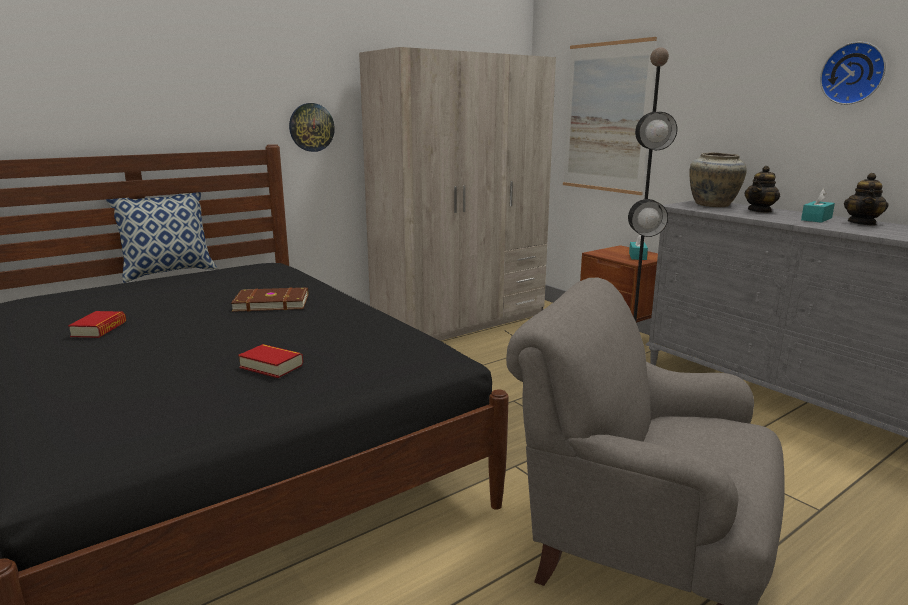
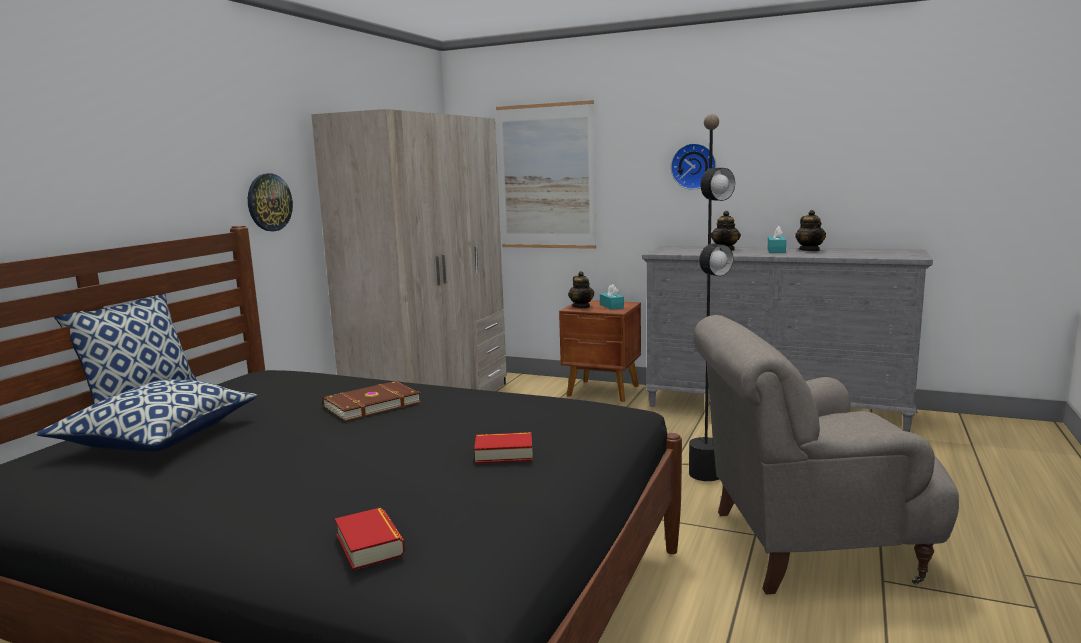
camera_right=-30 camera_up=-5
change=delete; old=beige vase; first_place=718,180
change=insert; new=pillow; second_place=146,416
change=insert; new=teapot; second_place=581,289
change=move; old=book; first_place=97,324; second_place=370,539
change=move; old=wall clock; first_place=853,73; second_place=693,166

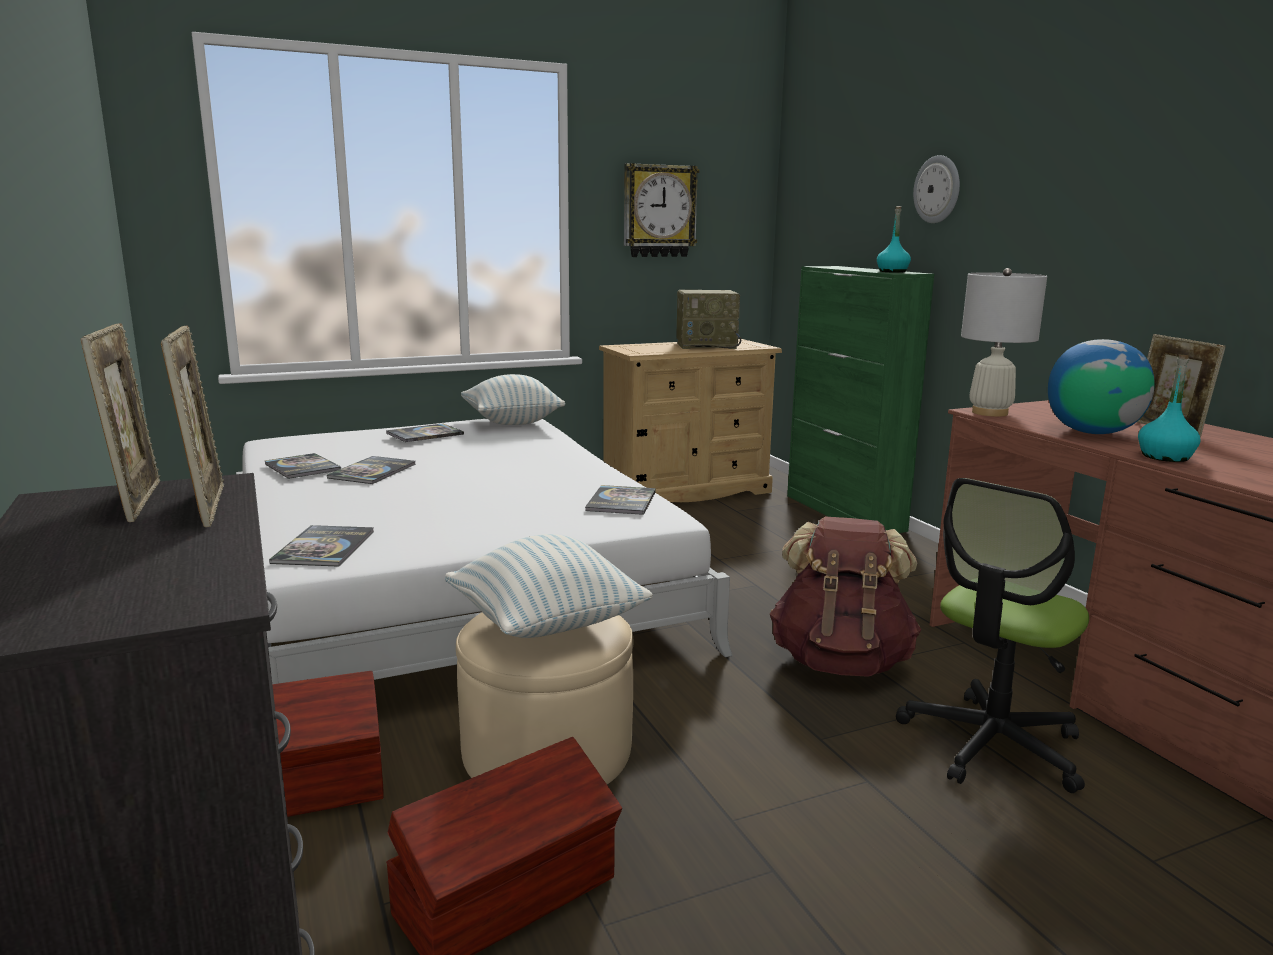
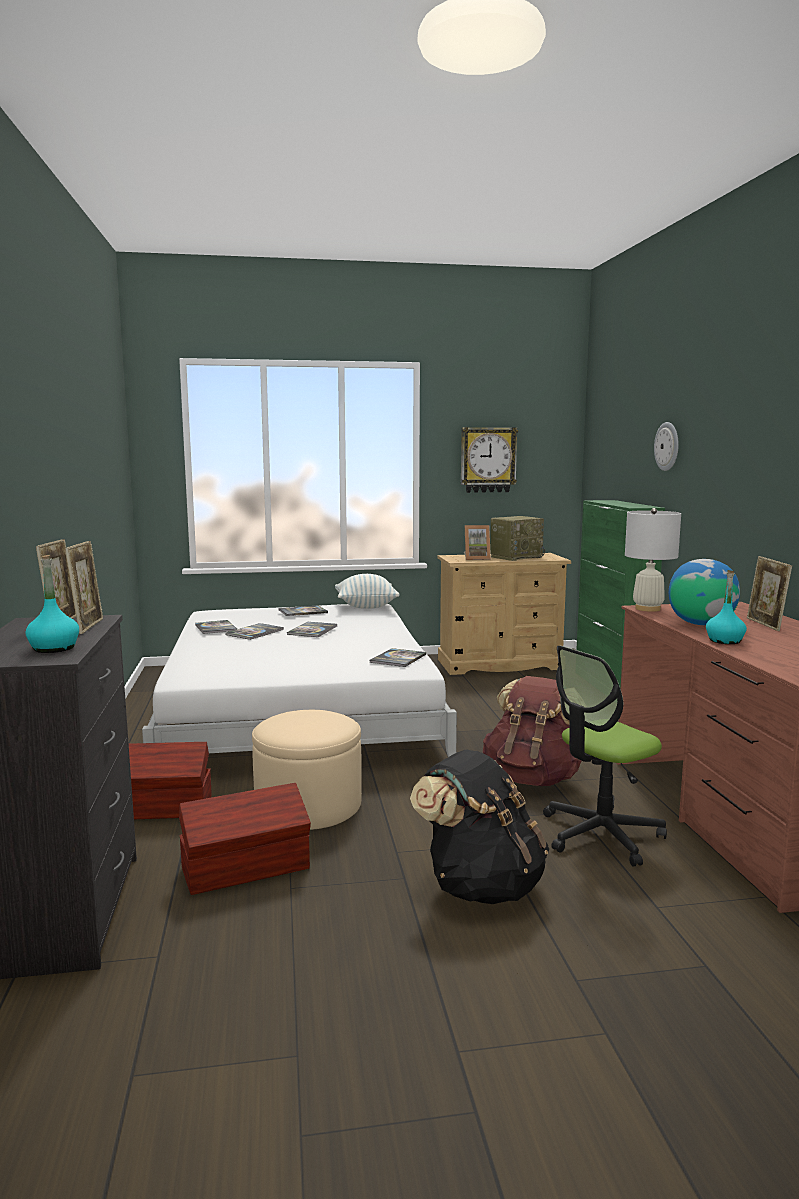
camera_right=15 camera_up=-5
change=delete; old=pillow; first_place=549,586
change=insert; new=black backpack; second_place=479,826
change=insert; new=picture frame; second_place=477,542
change=move; old=book; first_place=321,546; second_place=312,629
change=move; old=turquoise bottle; first_place=894,239; second_place=52,604
change=rotate; old=radio; first_place=708,319; second_place=517,538; degrees=-45

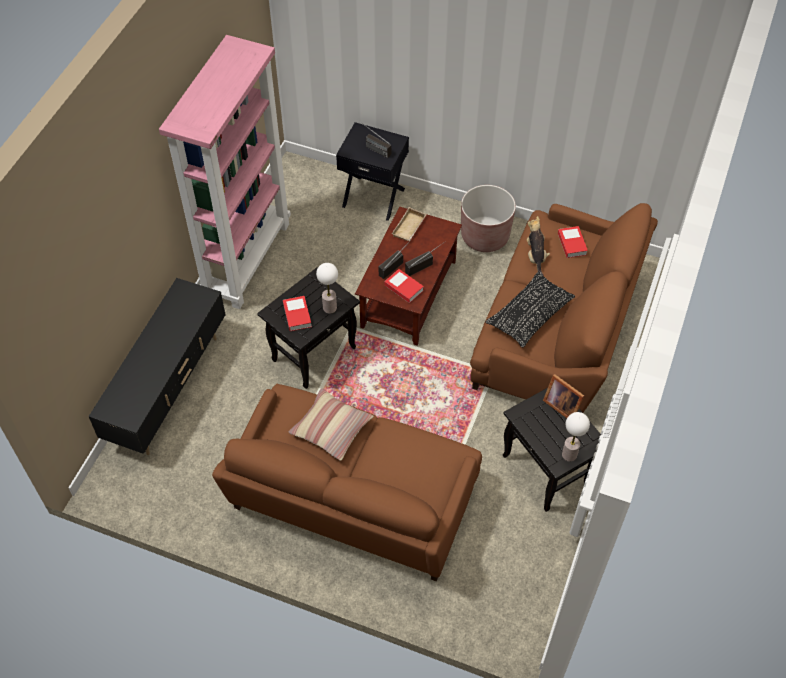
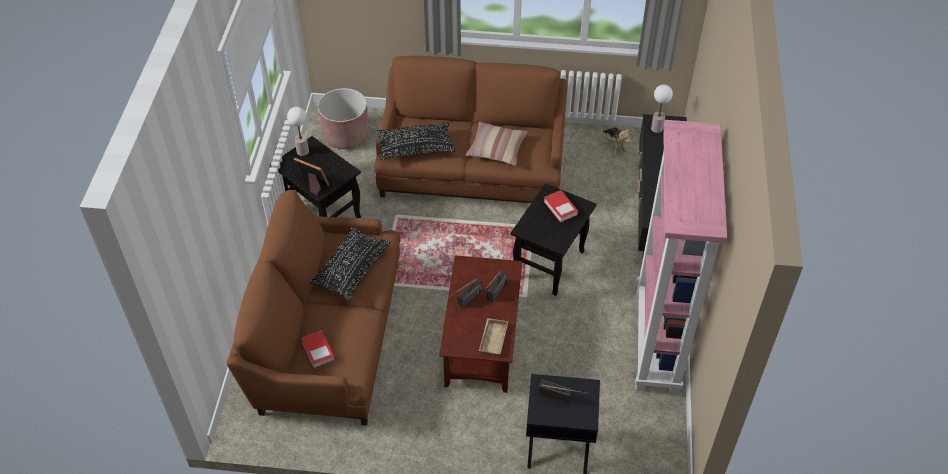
camera_right=165 camera_up=-5
change=delete; old=book; first_place=404,286
change=insert; new=black pillow; second_place=415,141
change=move; old=table lamp; first_place=327,288; second_place=662,109
change=move; old=brown planter; first_place=488,218; second_place=343,118
change=move; old=plush toy; first_place=538,245; second_place=616,140

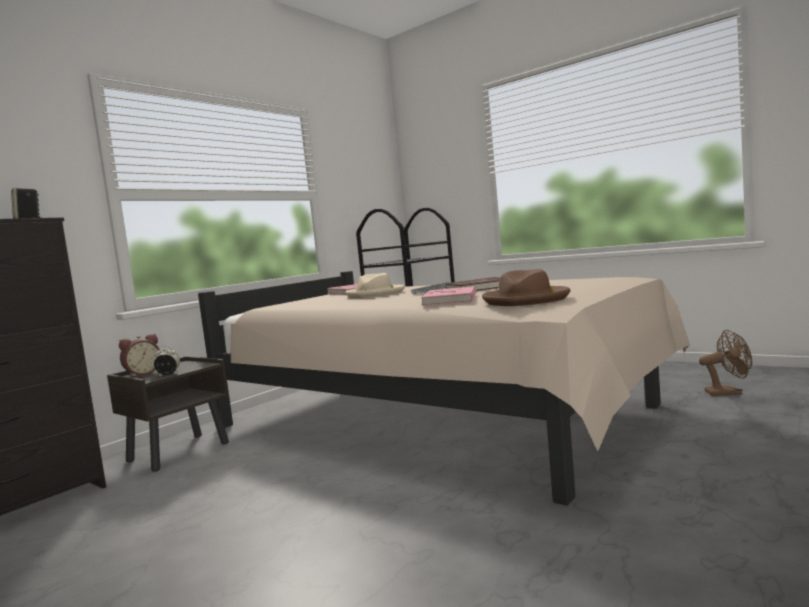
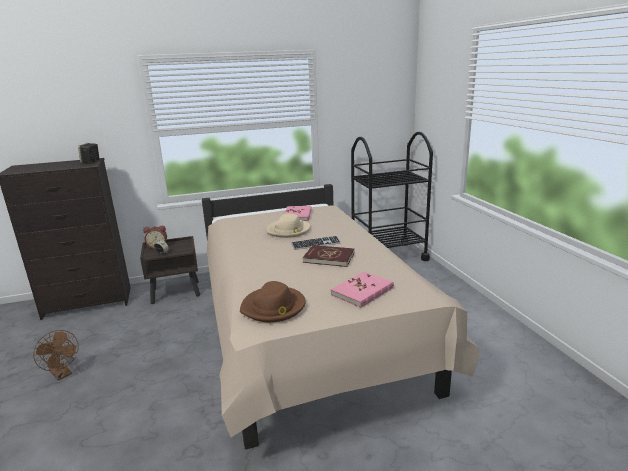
camera_right=35 camera_up=15
change=move; old=pink book; first_place=448,296; second_place=362,290
change=move; old=brown fan; first_place=725,362; second_place=56,355

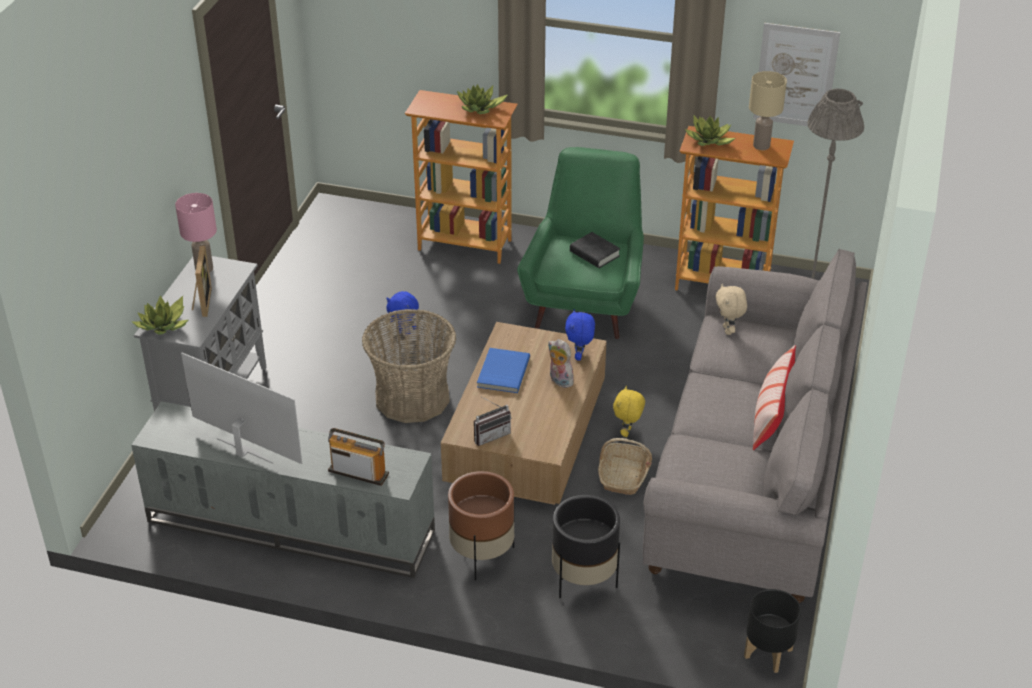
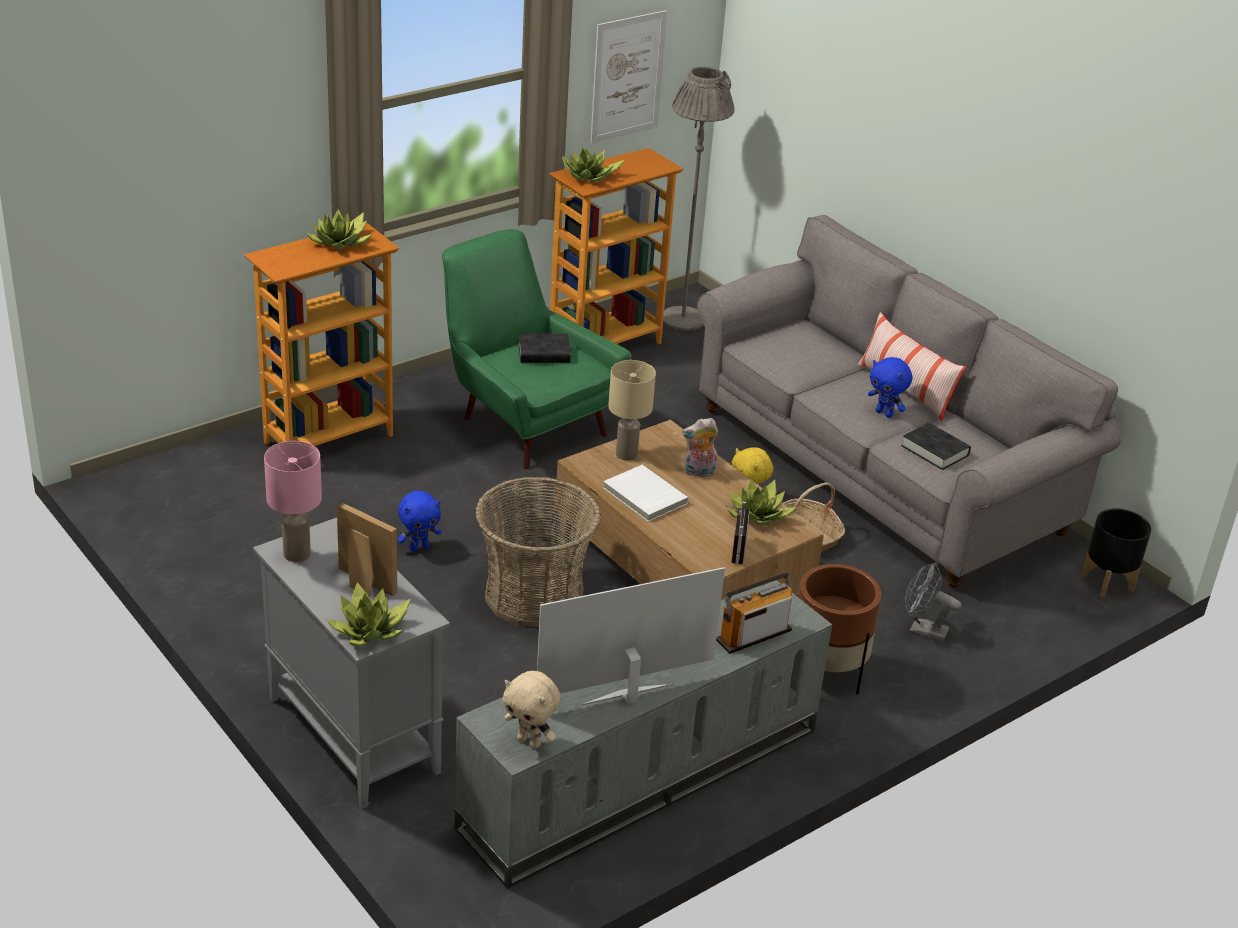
camera_right=-55 camera_up=-5
change=insert; new=potted plant; second_place=762,502
change=insert; new=black book; second_place=936,446
change=move; old=blue plush toy; first_place=580,335; second_place=890,387
change=move; old=beige plush toy; first_place=731,309; second_place=531,709
change=move; old=beige table lamp; first_place=768,110; second_place=632,410
change=replace; old=black planter; new=grey fan; first_place=586,546; second_place=933,602
change=recolor; old=blue book; new=white book; first_place=503,370; second_place=646,493

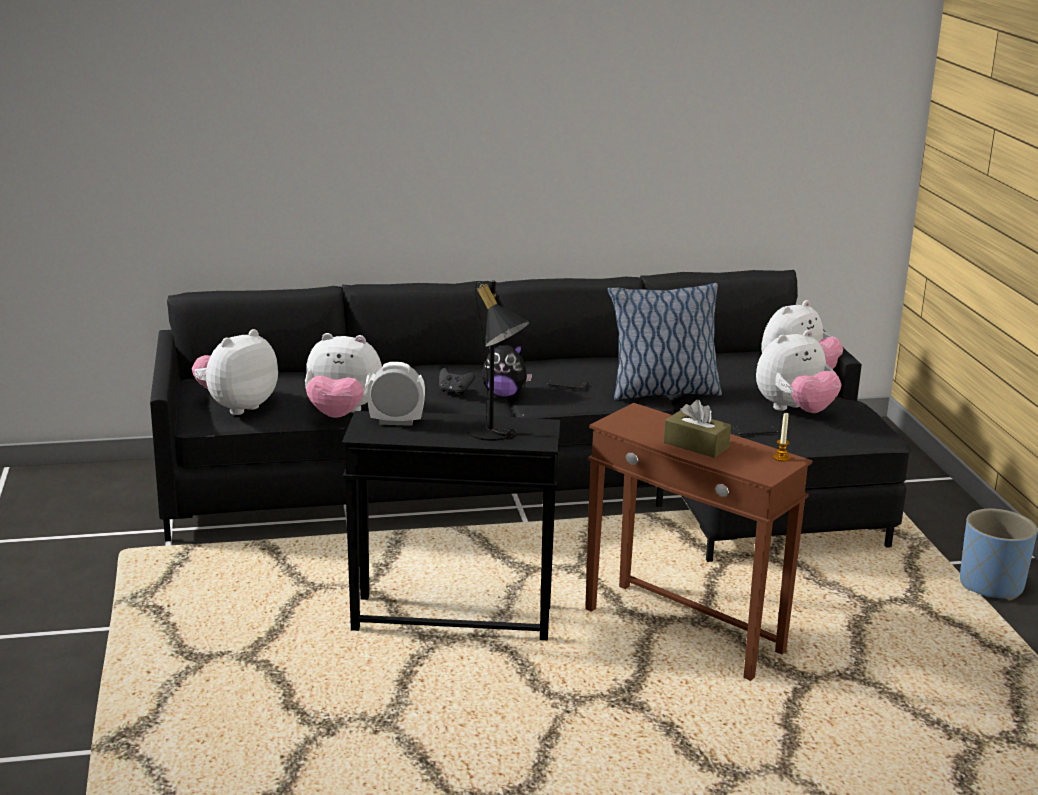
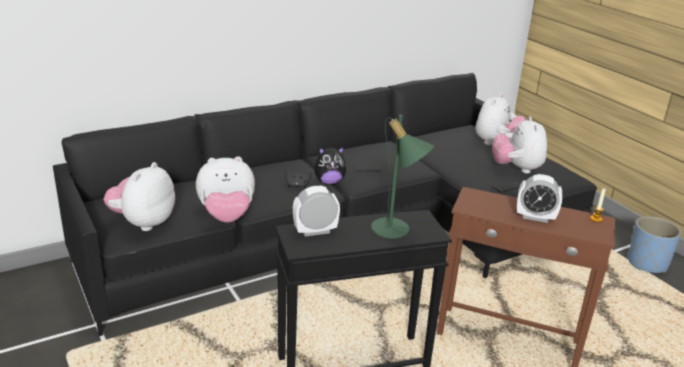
camera_right=-20 camera_up=5
change=delete; old=pillow; first_place=664,342
change=replace; old=brown tissue box; new=alarm clock; first_place=697,429; second_place=539,198
change=recolor; old=black table lamp; new=green table lamp; first_place=498,360; second_place=402,176
change=rotate; old=plush toy; first_place=798,371; second_place=519,145; degrees=135

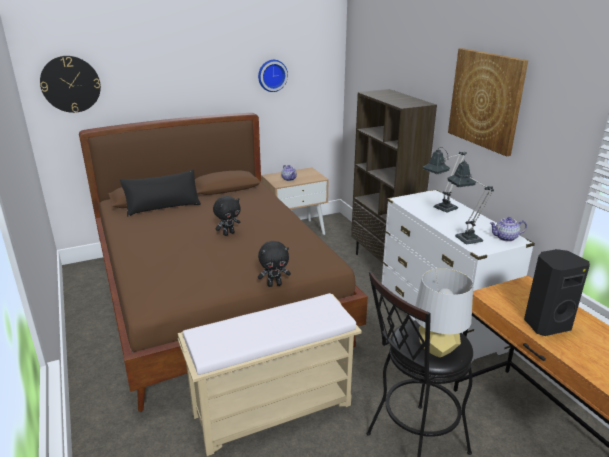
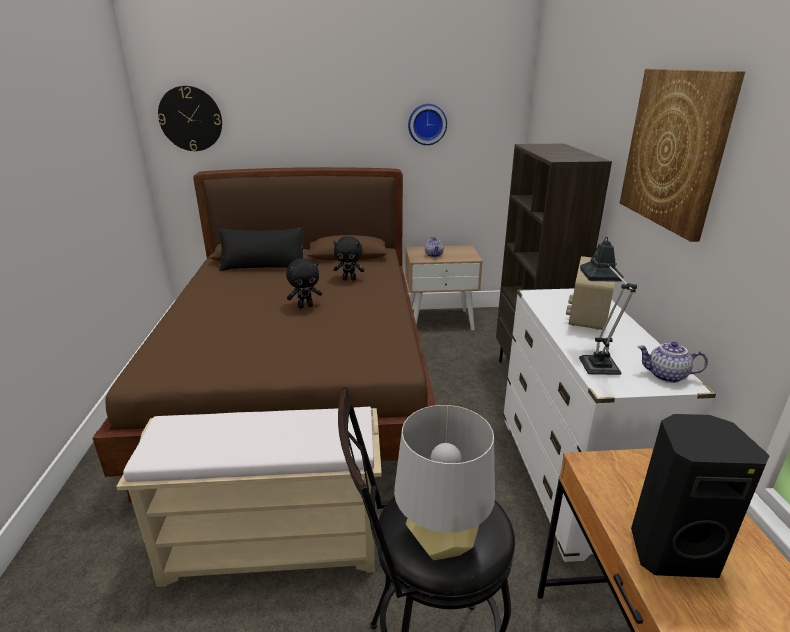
camera_right=20 camera_up=0
change=move; old=black plush toy; first_place=274,264; second_place=348,258
change=replace; old=table lamp; new=radio; first_place=445,180; second_place=591,293

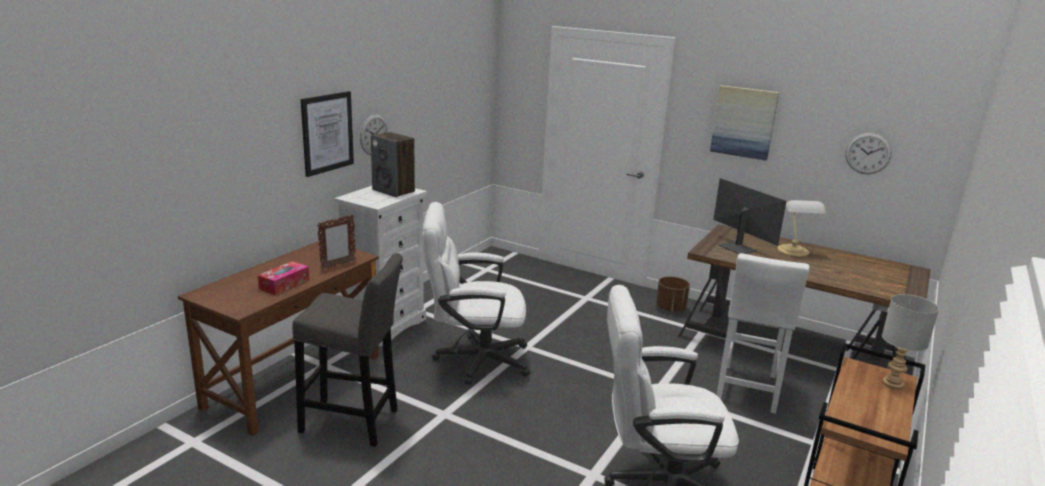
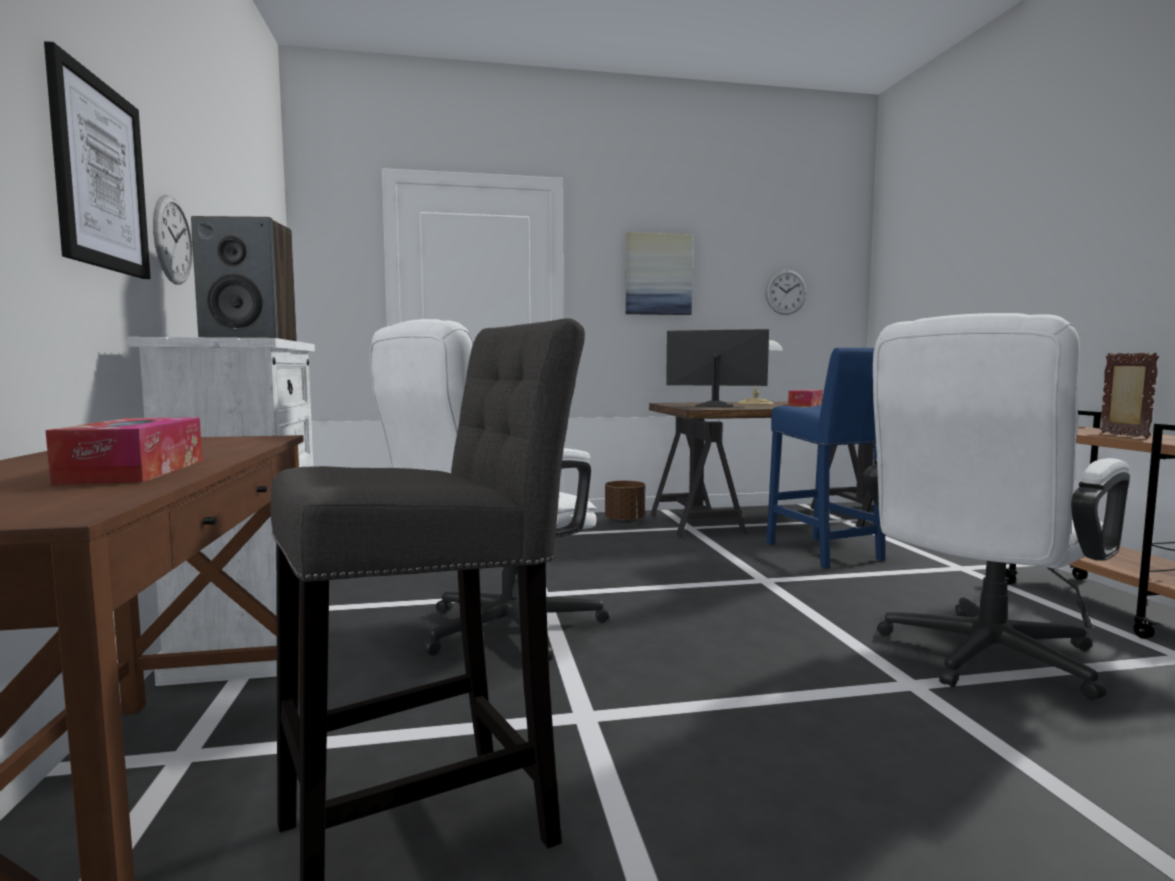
camera_right=-40 camera_up=-15
change=delete; old=grey table lamp; first_place=910,341
change=insert; new=tissue box; second_place=805,398
change=move; old=picture frame; first_place=336,242; second_place=1129,395
change=recolor; old=white stool; new=blue stool; first_place=763,333; second_place=826,458

